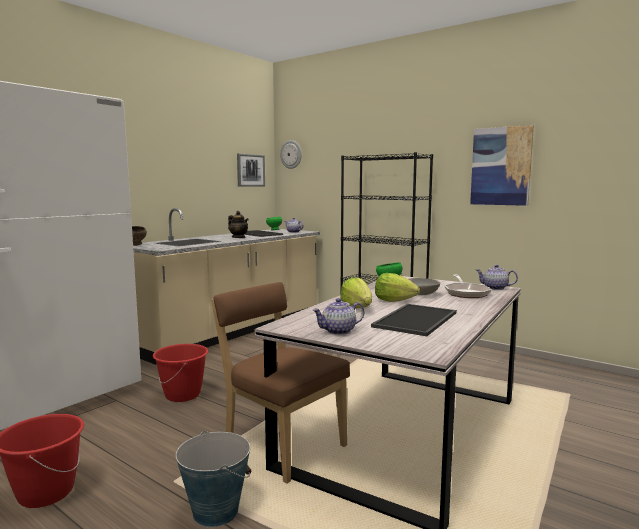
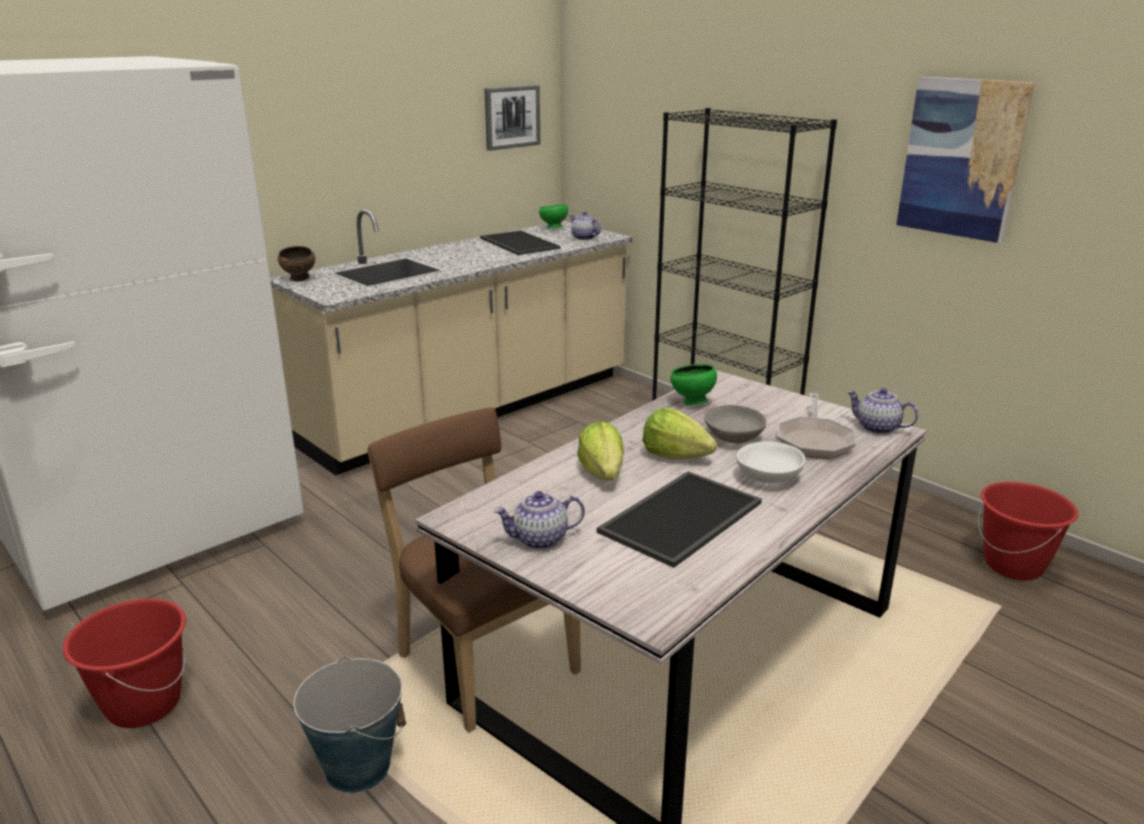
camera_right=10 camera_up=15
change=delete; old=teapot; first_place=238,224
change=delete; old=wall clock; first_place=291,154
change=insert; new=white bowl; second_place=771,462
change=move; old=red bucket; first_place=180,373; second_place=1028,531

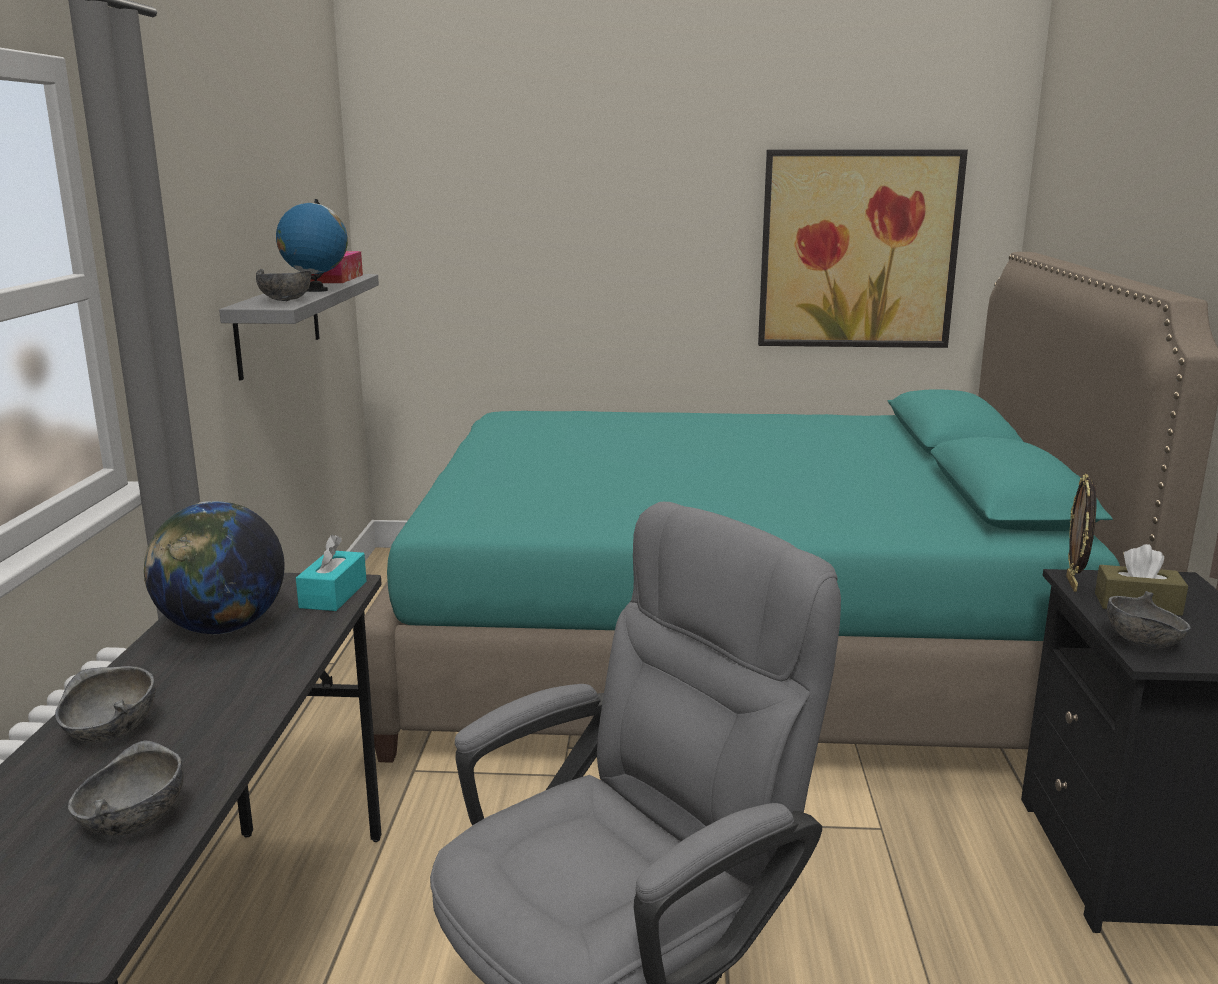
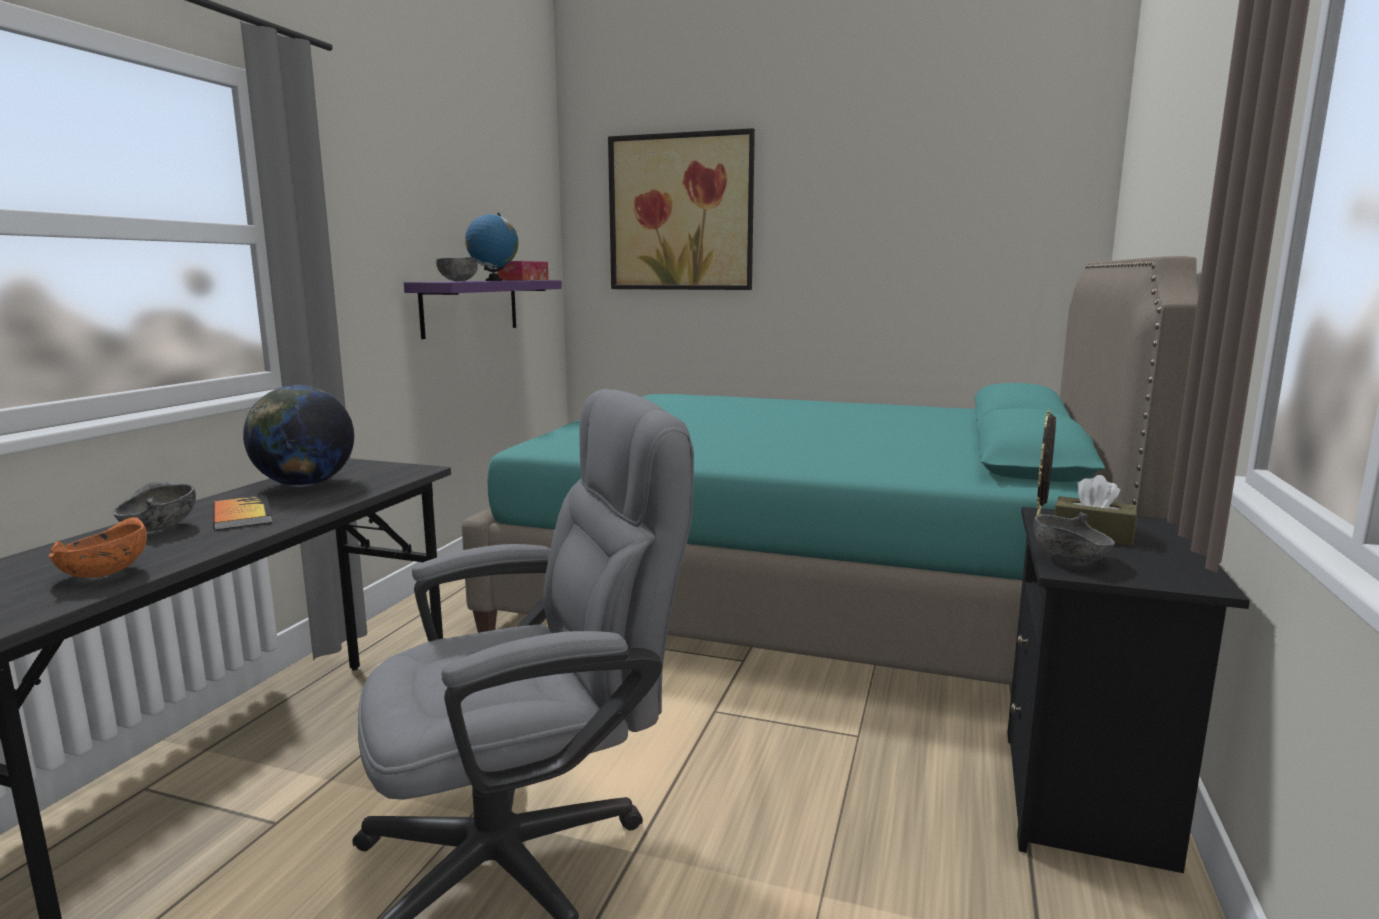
camera_right=15 camera_up=-5
change=delete; old=turquoise tissue box; first_place=331,573
change=insert; new=book; second_place=242,512
change=move; old=picture; first_place=863,249; second_place=681,209
change=recolor; old=grey bowl; new=orange bowl; first_place=126,788; second_place=98,547
change=recolor; old=grey shelf; new=purple shelf; first_place=299,327; second_place=483,309

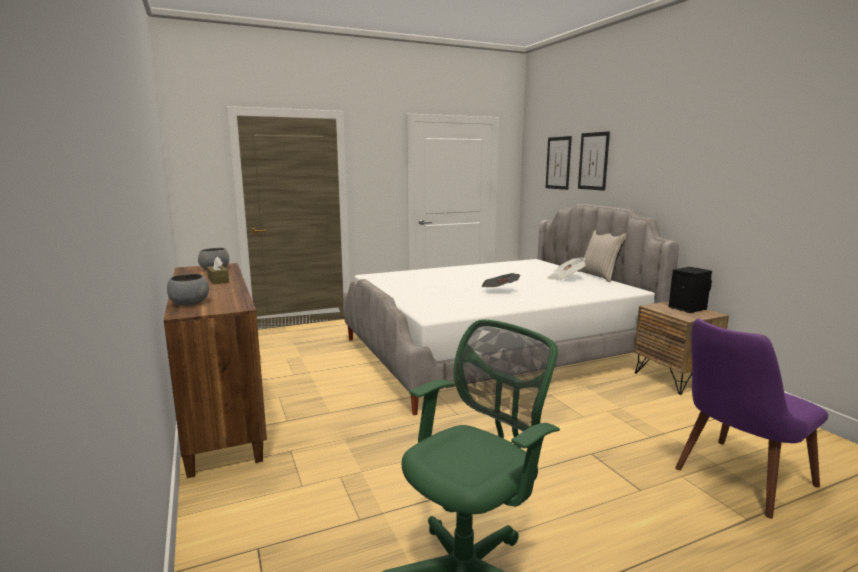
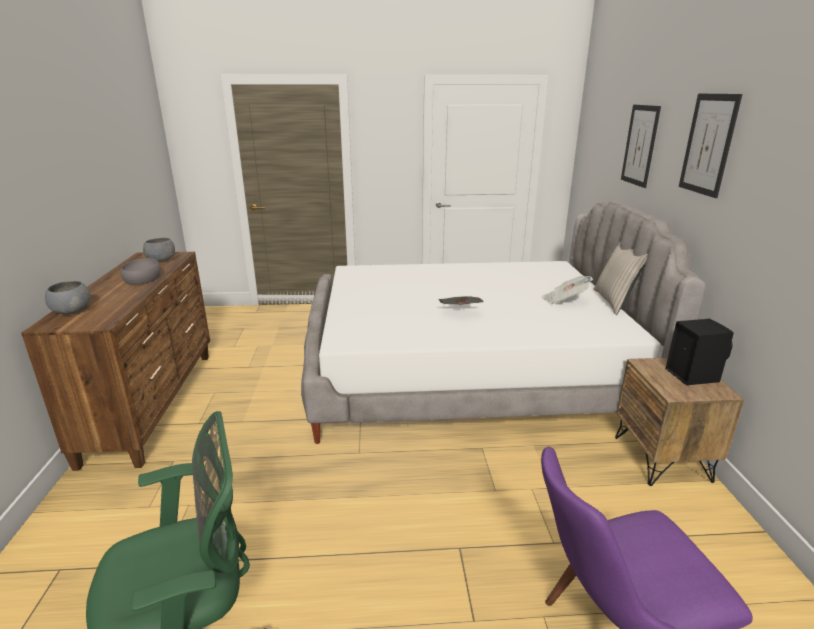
camera_right=20 camera_up=10
change=move; old=picture; first_place=559,163; second_place=710,146
change=replace; old=brown tissue box; new=grey bowl; first_place=218,270; second_place=141,271

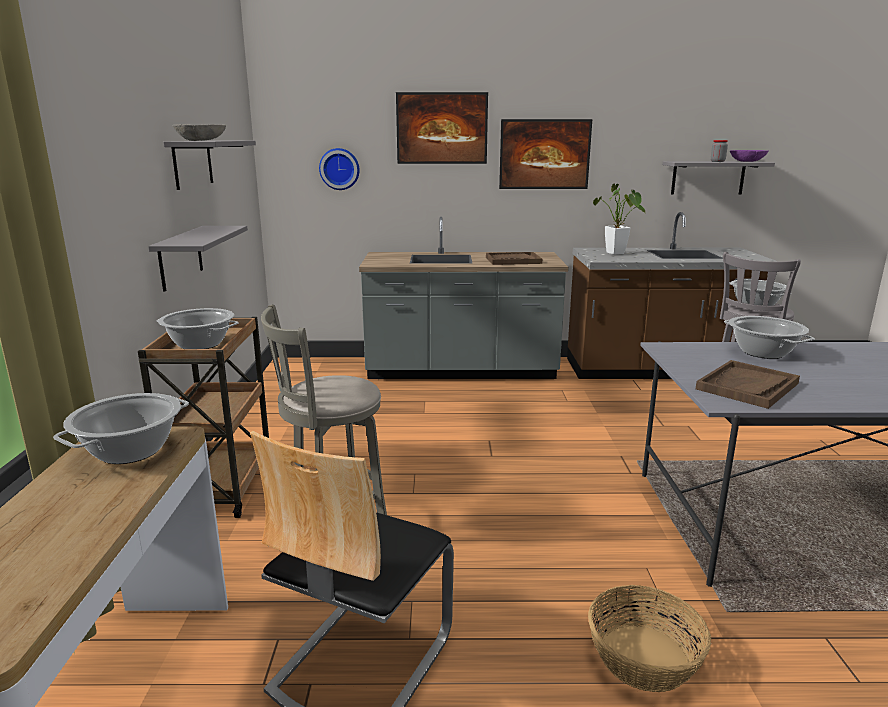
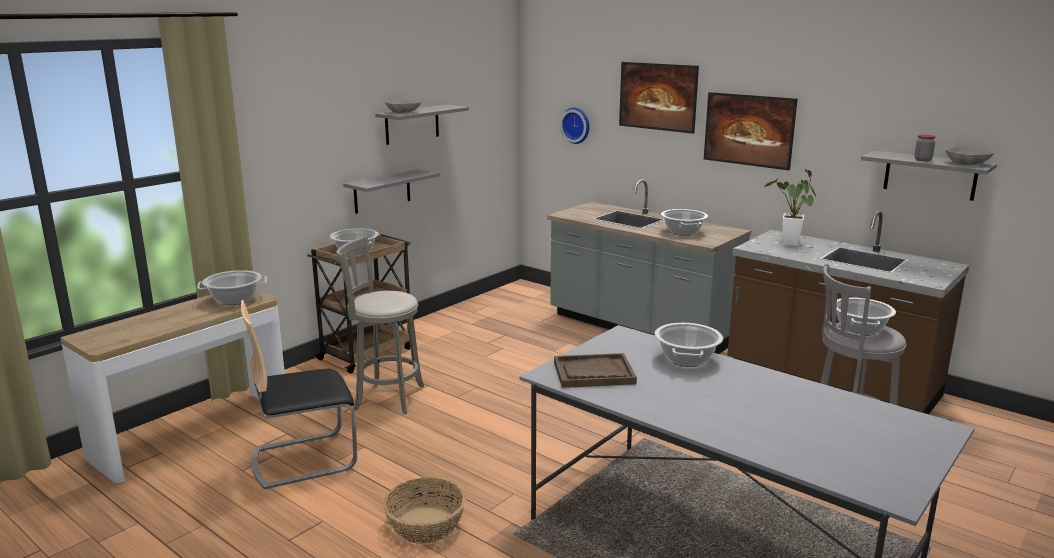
camera_right=40 camera_up=0
change=replace; old=brown tray; new=cooking pot; first_place=514,258; second_place=684,222
change=recolor; old=purple bowl; new=grey bowl; first_place=749,156; second_place=969,156

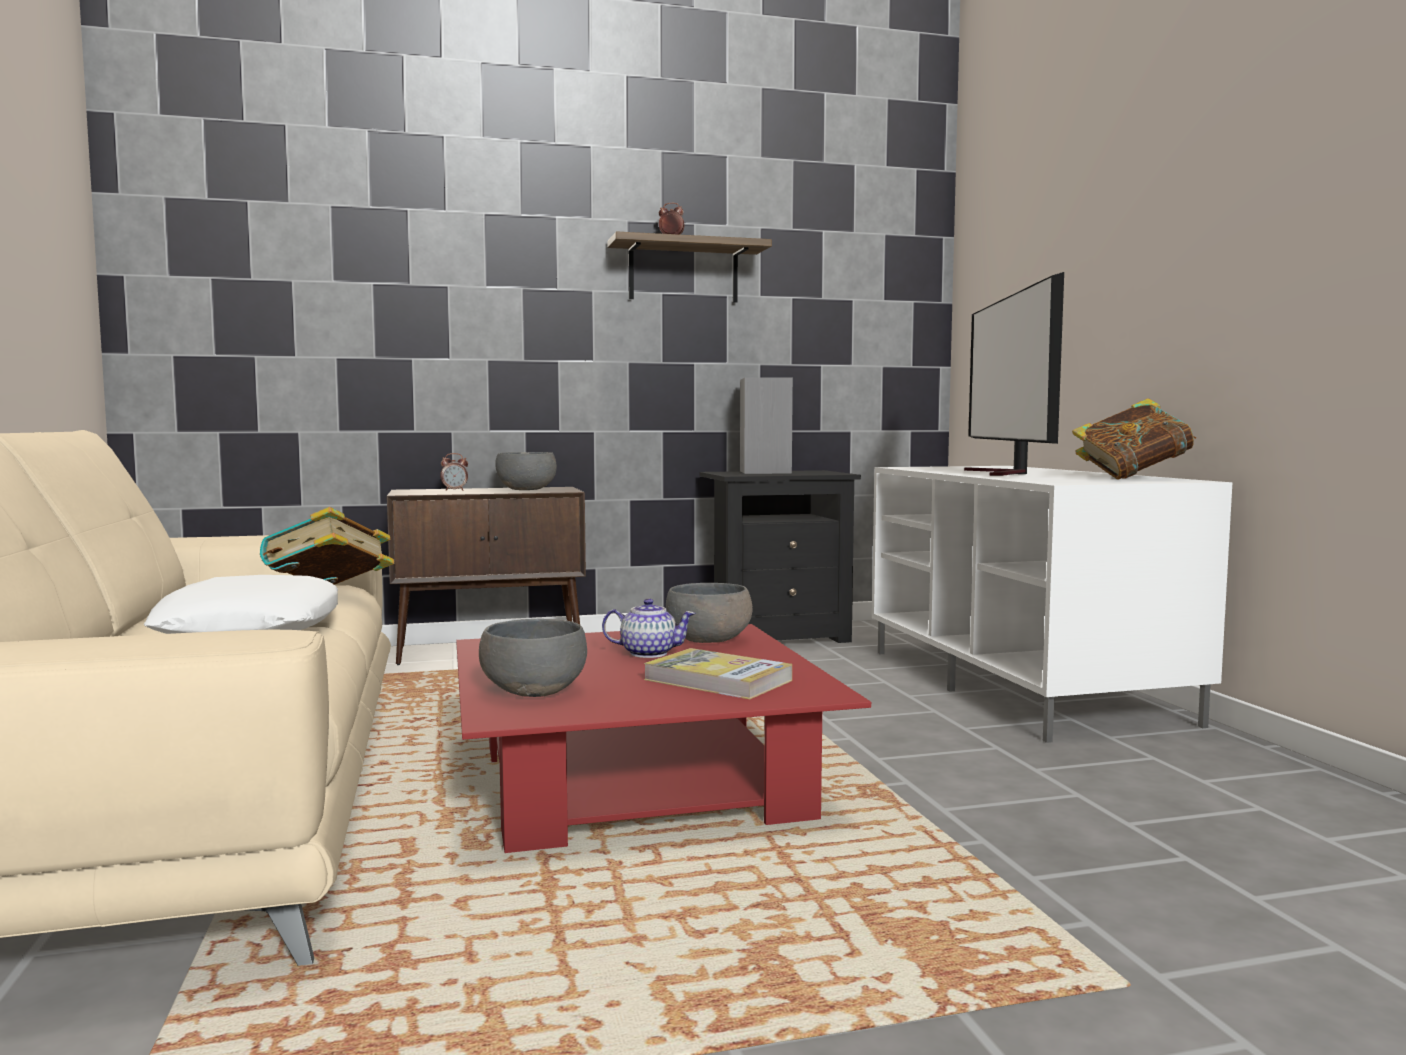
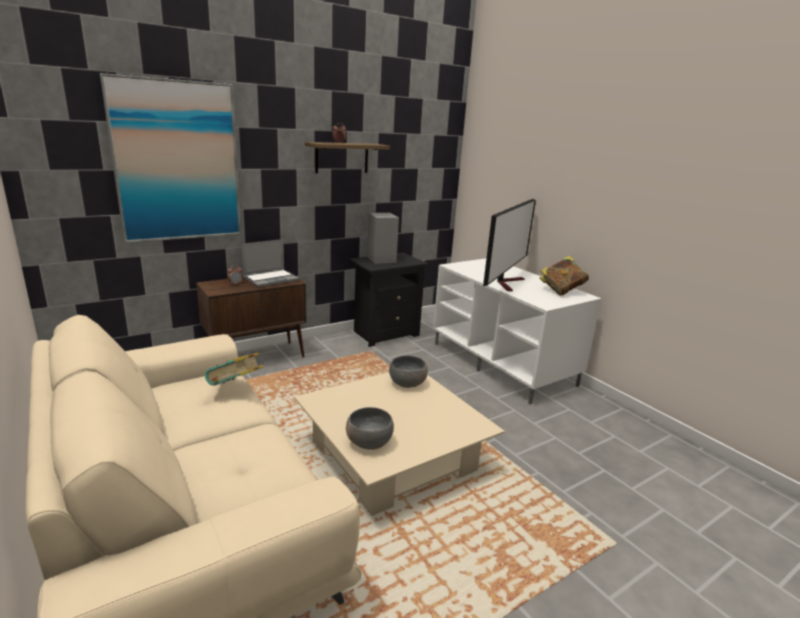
camera_right=-20 camera_up=15
change=delete; old=white pillow; first_place=241,604
change=delete; old=teapot; first_place=649,628
change=delete; old=book; first_place=718,673
change=insert; new=picture; second_place=170,158
change=replace; old=grey bowl; new=laptop; first_place=526,471; second_place=270,263
change=recolor; old=red coffee table; new=beige coffee table; first_place=663,738; second_place=399,444
change=rotate; old=television; first_place=1014,374; second_place=509,245; degrees=-135

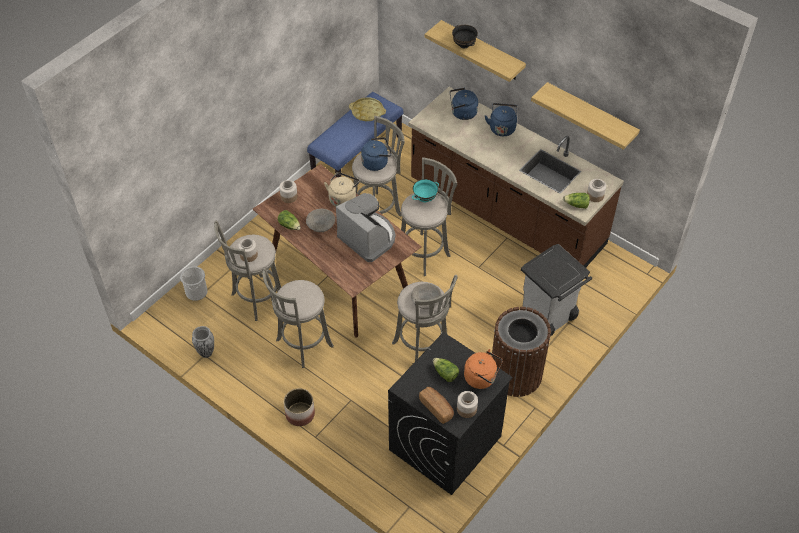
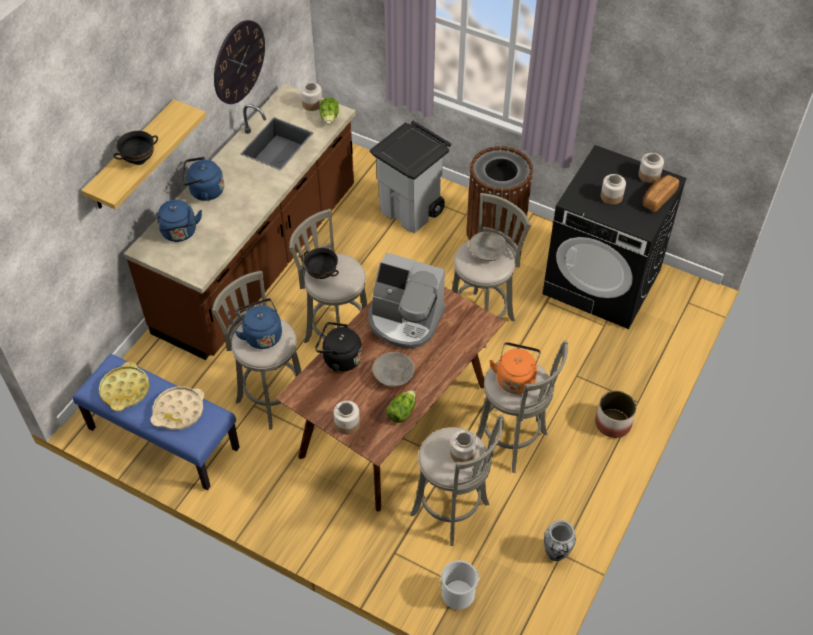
camera_right=-100 camera_up=0
change=insert; new=beige tray; second_place=177,408
change=move; old=orange kettle; first_place=483,369; second_place=515,368
change=replace; old=lettuce; new=jar; first_place=446,370; second_place=613,189
change=replace; old=shelf; new=wall clock; first_place=585,116; second_place=239,62
change=recolor; old=beige kettle; new=black kettle; first_place=342,189; second_place=338,347
change=recolor; old=turquoise bowl; new=black bowl; first_place=425,191; second_place=321,263
change=rotate; old=coffee machine; first_place=365,227; second_place=407,301; degrees=-105

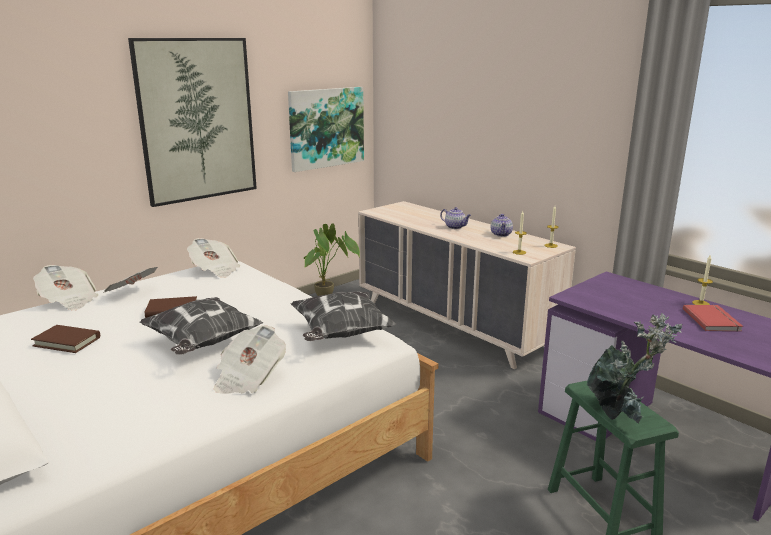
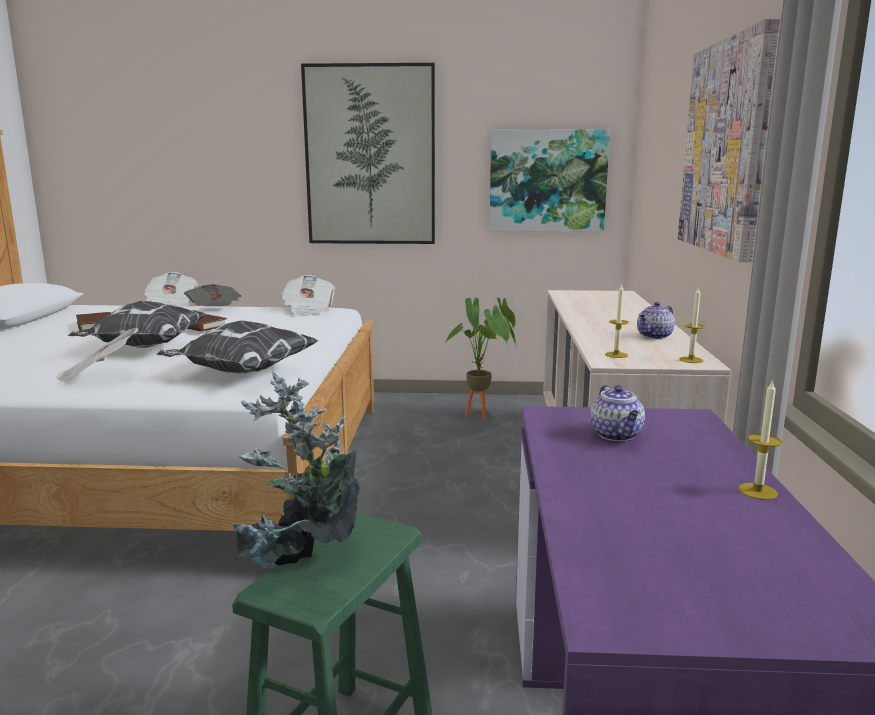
camera_right=45 camera_up=-5
change=delete; old=red book; first_place=713,318
change=insert; new=picture; second_place=729,140
change=move; old=teapot; first_place=455,218; second_place=617,413

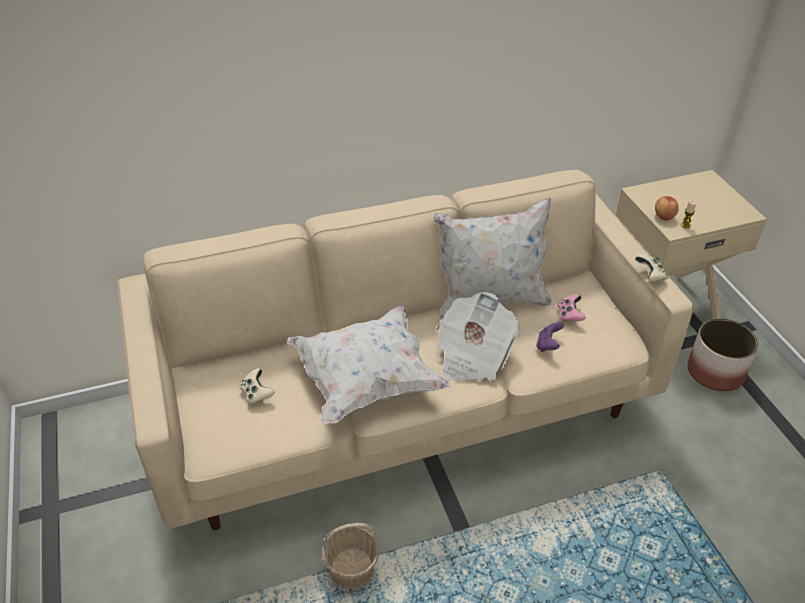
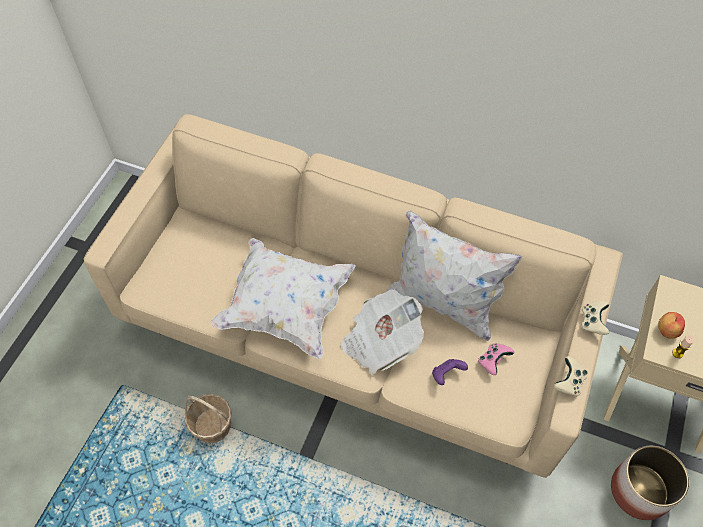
camera_right=40 camera_up=15
change=move; old=beige game controller; first_place=257,386; second_place=595,318

